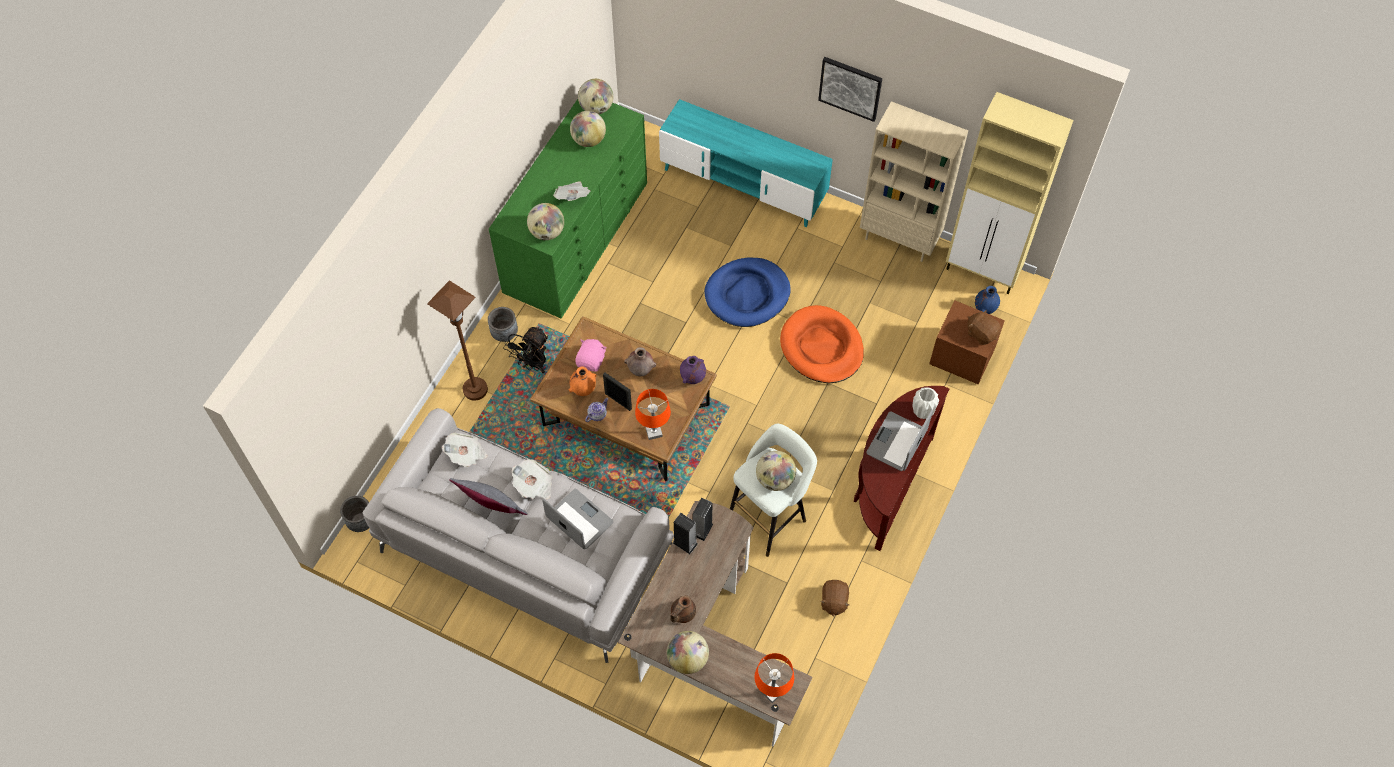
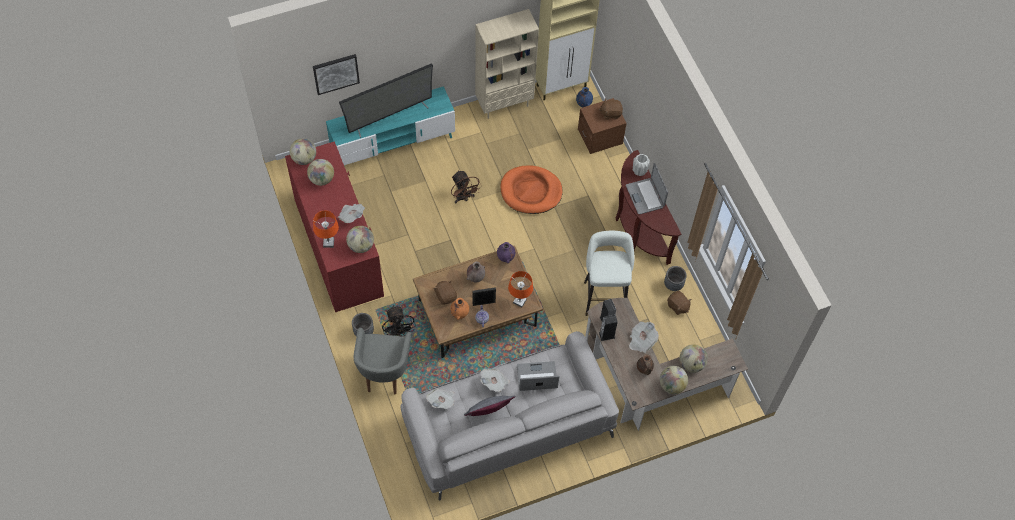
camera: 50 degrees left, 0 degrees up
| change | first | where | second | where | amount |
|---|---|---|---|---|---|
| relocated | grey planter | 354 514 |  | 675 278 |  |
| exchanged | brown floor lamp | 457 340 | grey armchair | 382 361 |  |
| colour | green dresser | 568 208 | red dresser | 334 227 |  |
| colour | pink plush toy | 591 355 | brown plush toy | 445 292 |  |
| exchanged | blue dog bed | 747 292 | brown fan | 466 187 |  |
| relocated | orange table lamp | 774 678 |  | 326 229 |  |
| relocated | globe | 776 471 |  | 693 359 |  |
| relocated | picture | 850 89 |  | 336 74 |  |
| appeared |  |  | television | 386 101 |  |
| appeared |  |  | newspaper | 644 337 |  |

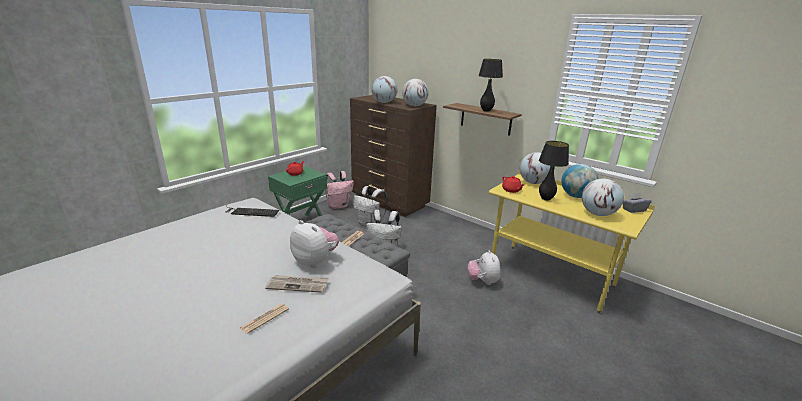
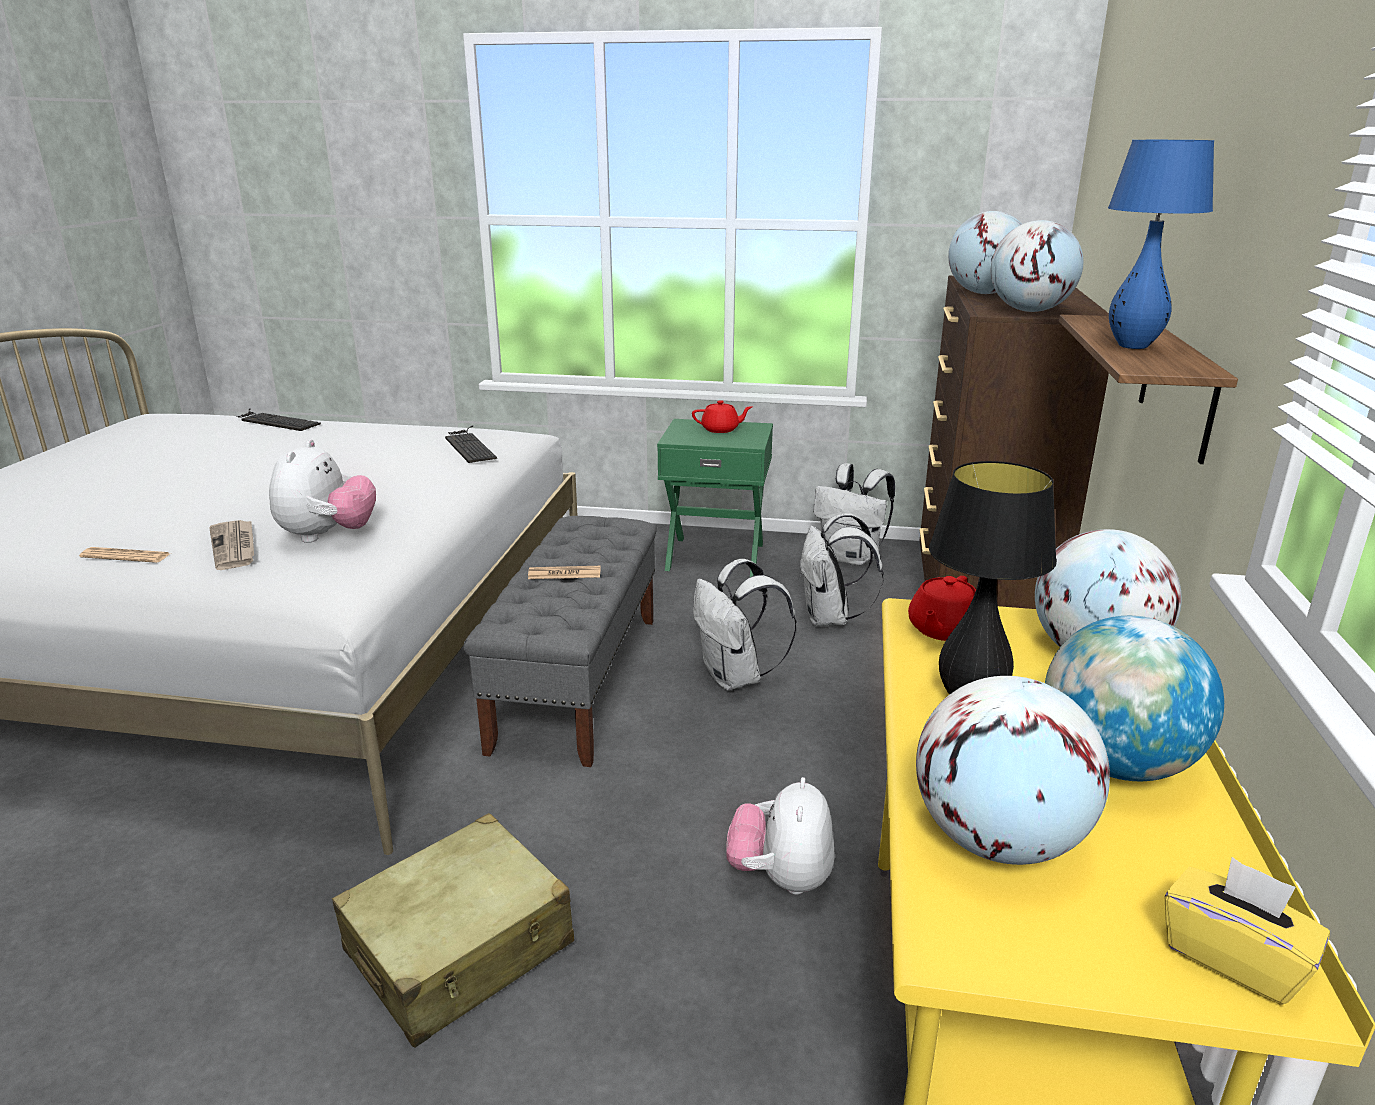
camera: 60 degrees right, 0 degrees up
| change | first | where | second | where | amount |
|---|---|---|---|---|---|
| colour | pink backpack | 339 190 | white backpack | 854 514 |  |
| spun | plush toy | 483 267 |  | 780 835 | 45 degrees counterclockwise |
| colour | black table lamp | 491 85 | blue table lamp | 1161 244 |  |
| colour | grey tissue box | 637 202 | yellow tissue box | 1247 931 |  |
| appeared |  |  | keyboard | 278 419 |  |
| appeared |  |  | beige suitcase | 453 930 |  |

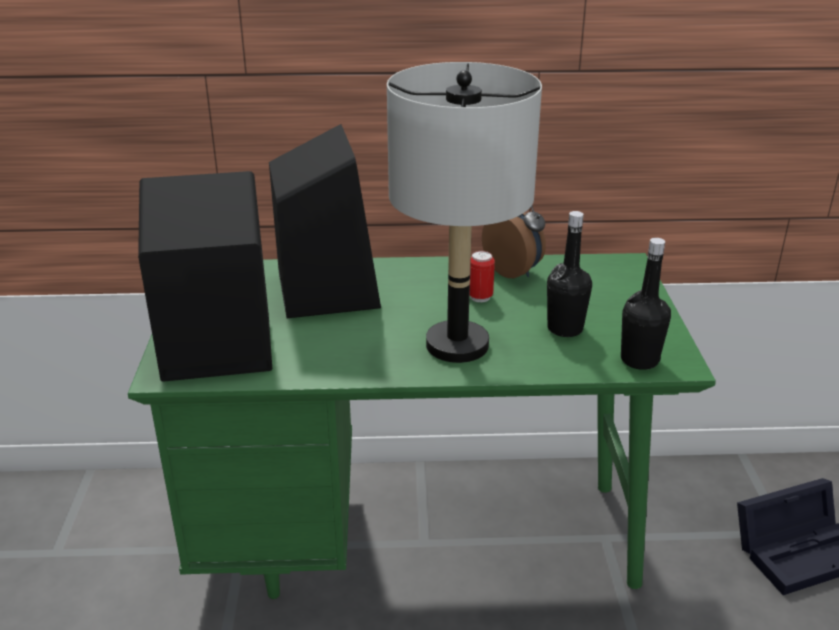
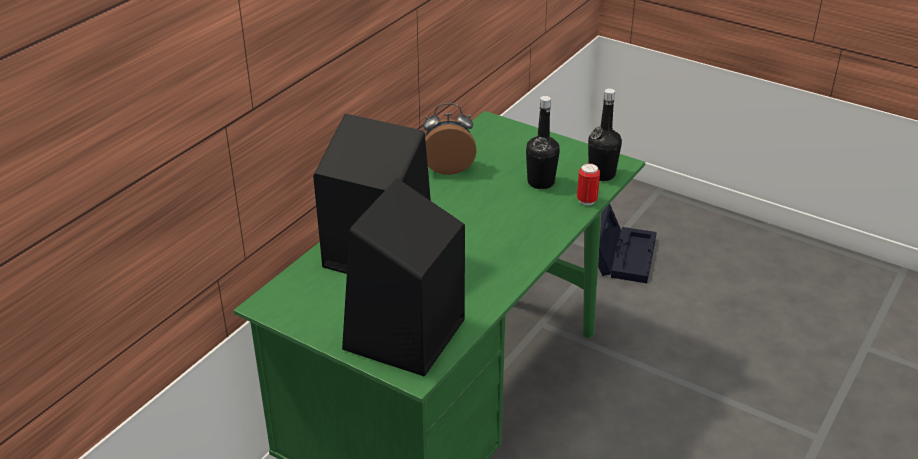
camera: 55 degrees left, 5 degrees up
| change | first | where | second | where | amount |
|---|---|---|---|---|---|
| missing | grey table lamp | 464 212 |  |  |  |
| relocated | can | 482 276 |  | 588 184 |  |

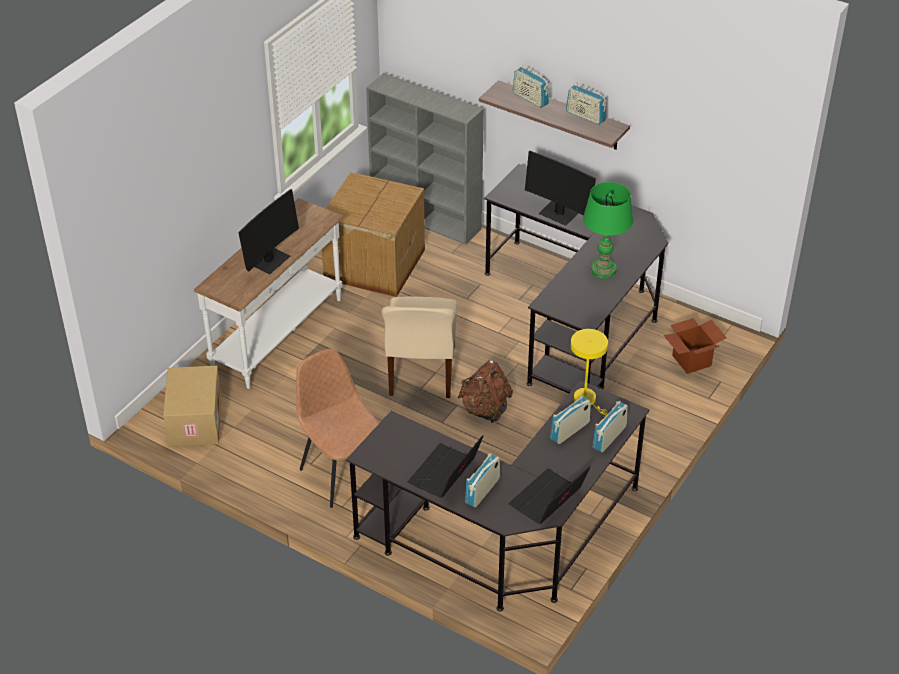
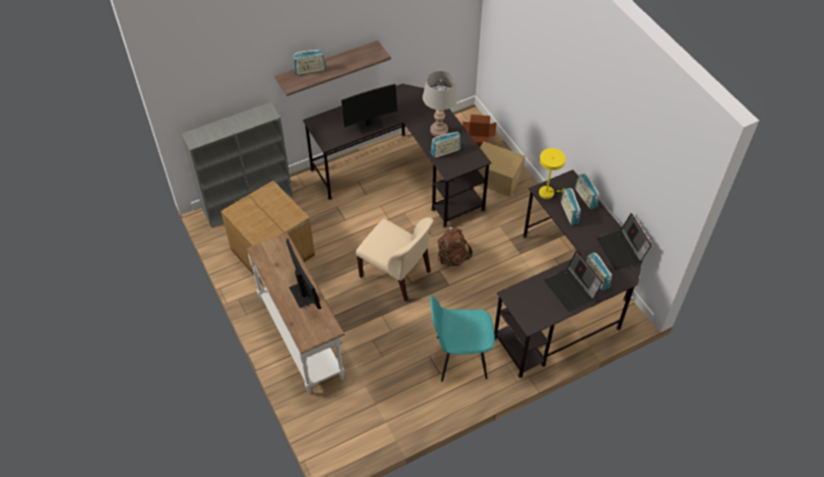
camera: 60 degrees left, 10 degrees up
| change | first | where | second | where | amount |
|---|---|---|---|---|---|
| relocated | cardboard box | 192 406 |  | 501 169 |  |
| colour | brown chair | 337 428 | turquoise chair | 462 338 |  |
| relocated | radio | 586 104 |  | 446 145 |  |
| colour | green table lamp | 608 230 | grey table lamp | 440 104 |  |

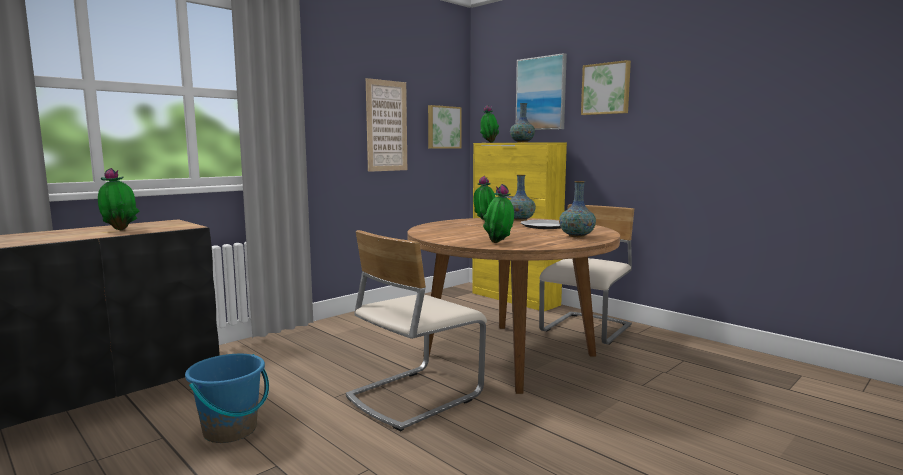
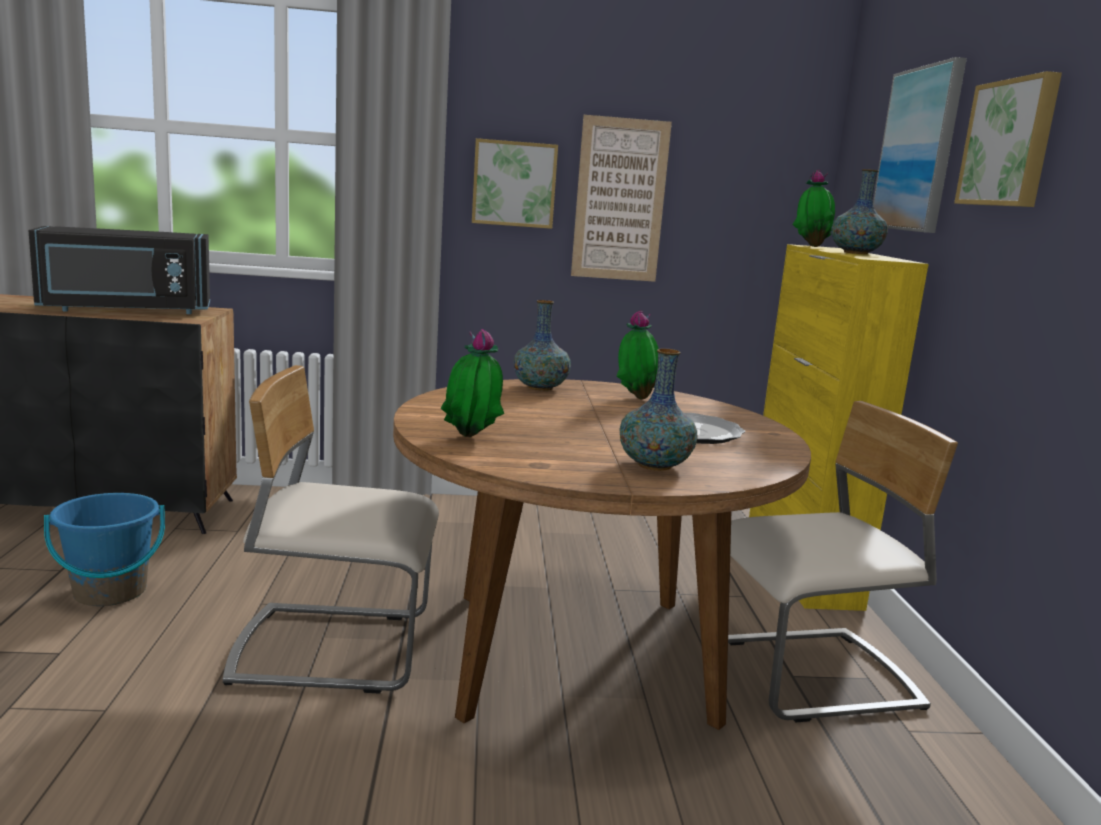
camera: 40 degrees right, 5 degrees up
| change | first | where | second | where | amount |
|---|---|---|---|---|---|
| exchanged | potted plant | 118 199 | black microwave | 119 270 |  |
| relocated | picture | 445 127 |  | 515 183 |  |
| relocated | vase | 523 197 |  | 542 345 |  |

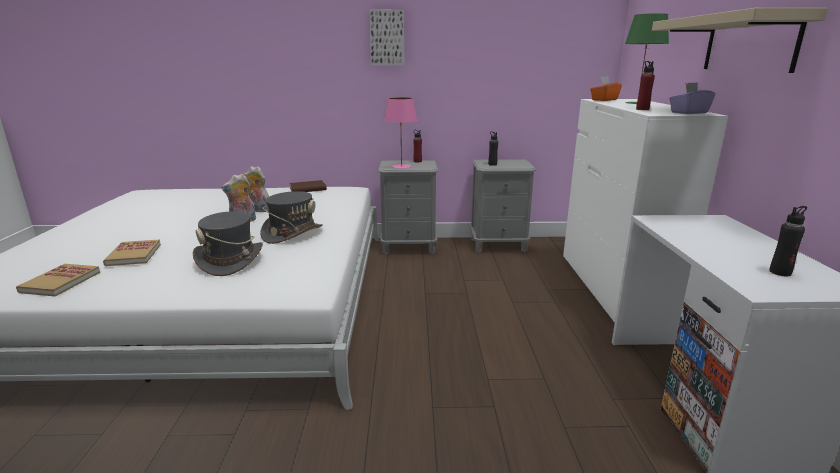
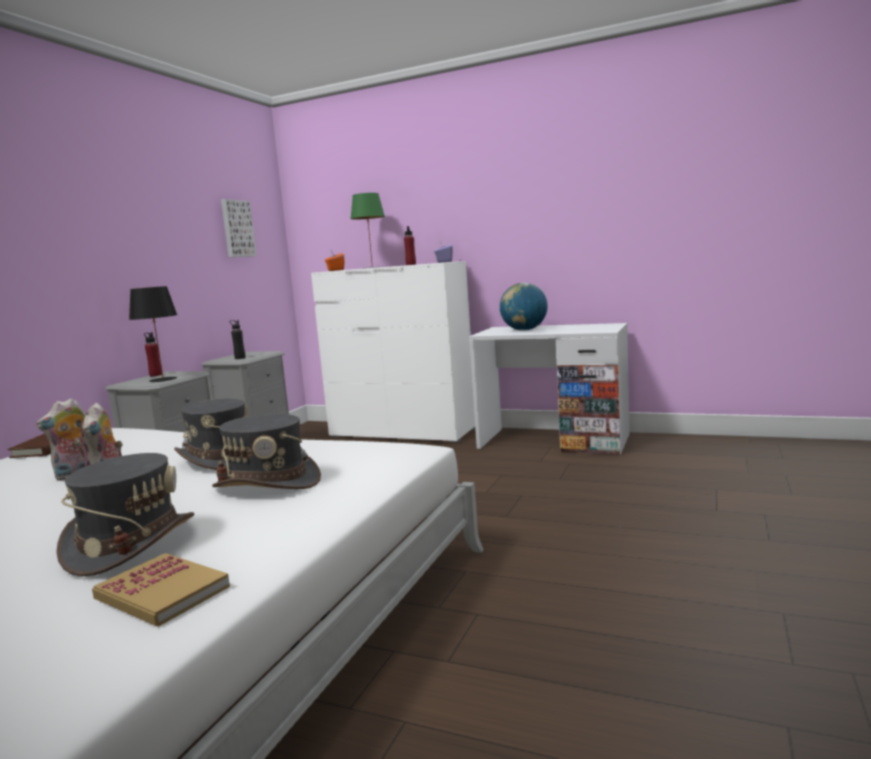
camera: 65 degrees left, 10 degrees down
| change | first | where | second | where | amount |
|---|---|---|---|---|---|
| exchanged | book | 132 252 | grey hat | 125 514 |  |
| relocated | picture | 386 38 |  | 239 228 |  |
| colour | pink table lamp | 400 133 | black table lamp | 153 334 |  |
| missing | beige shelf | 740 40 |  |  |  |
| missing | black bottle | 788 241 |  |  |  |
| appeared |  |  | globe | 524 307 |  |

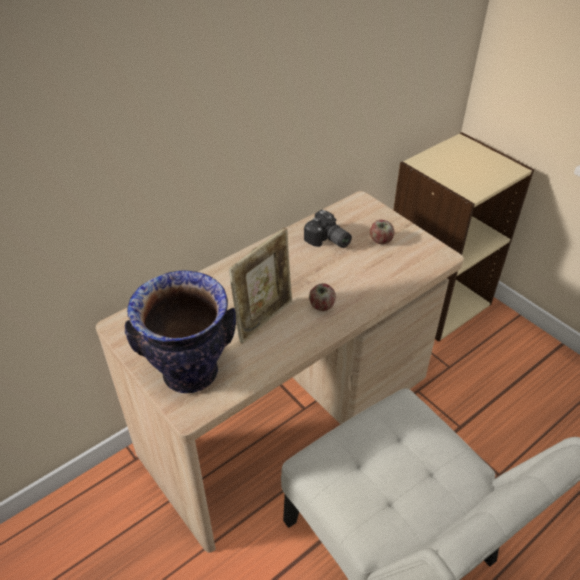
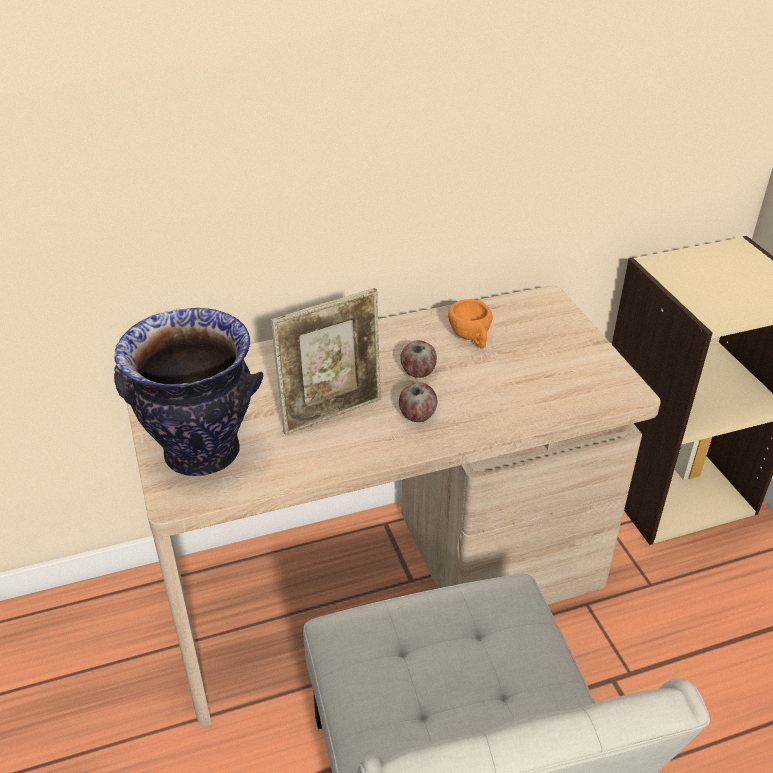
camera: 20 degrees right, 5 degrees down
| change | first | where | second | where | amount |
|---|---|---|---|---|---|
| exchanged | photo camera | 328 228 | orange cup | 470 324 |  |
| relocated | apple | 382 232 |  | 418 359 |  |

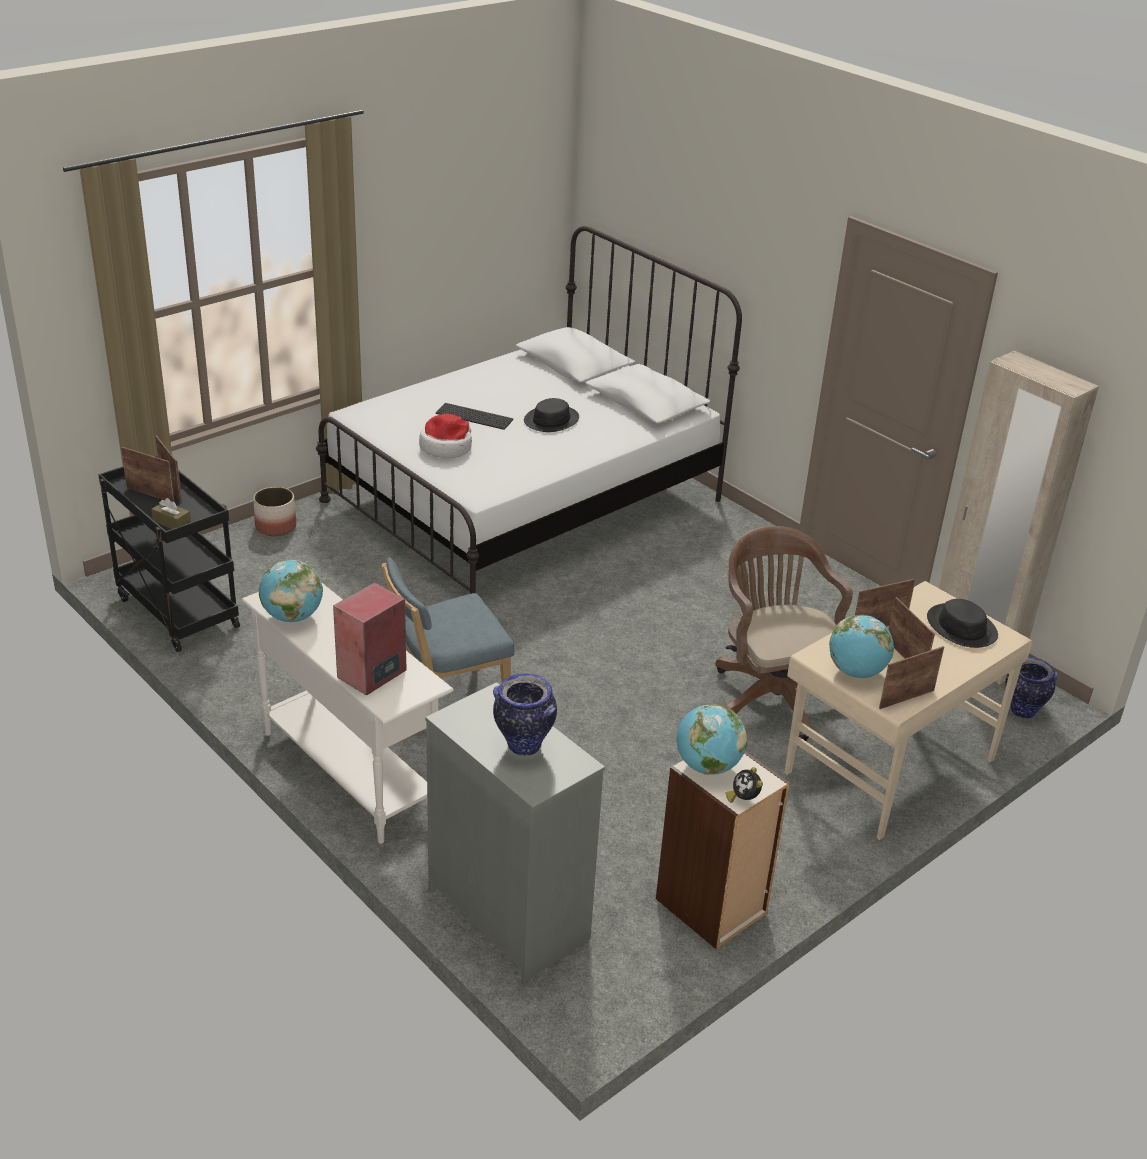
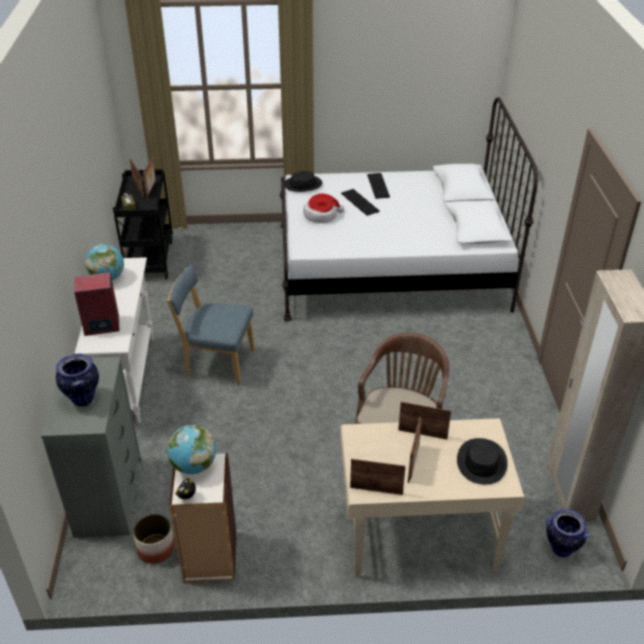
camera: 40 degrees right, 5 degrees up
| change | first | where | second | where | amount |
|---|---|---|---|---|---|
| relocated | planter | 274 511 |  | 154 539 |  |
| relocated | black hat | 551 415 |  | 303 181 |  |
| missing | globe | 861 646 |  |  |  |
| appeared |  |  | keyboard | 378 186 |  |

